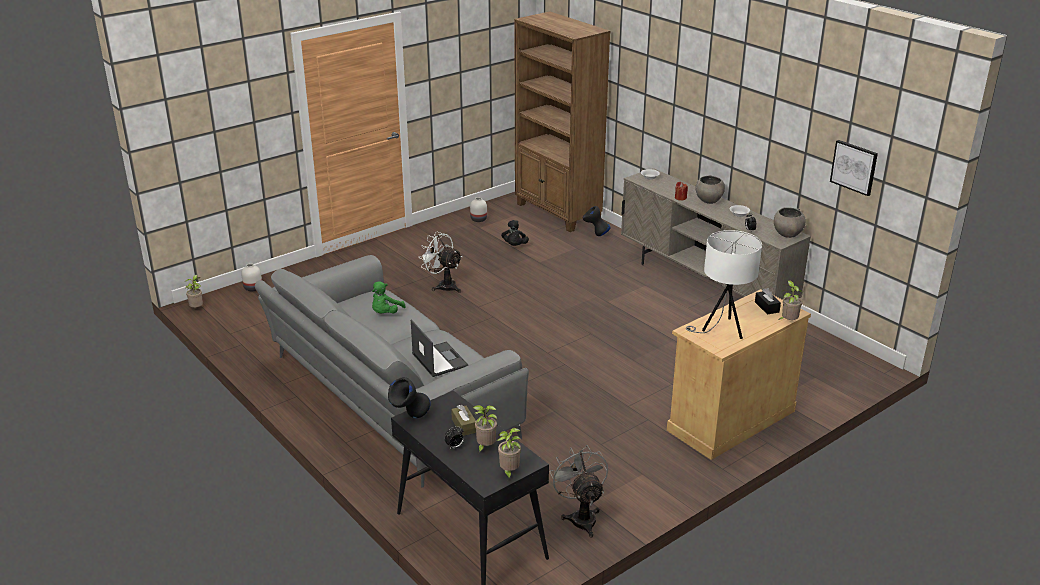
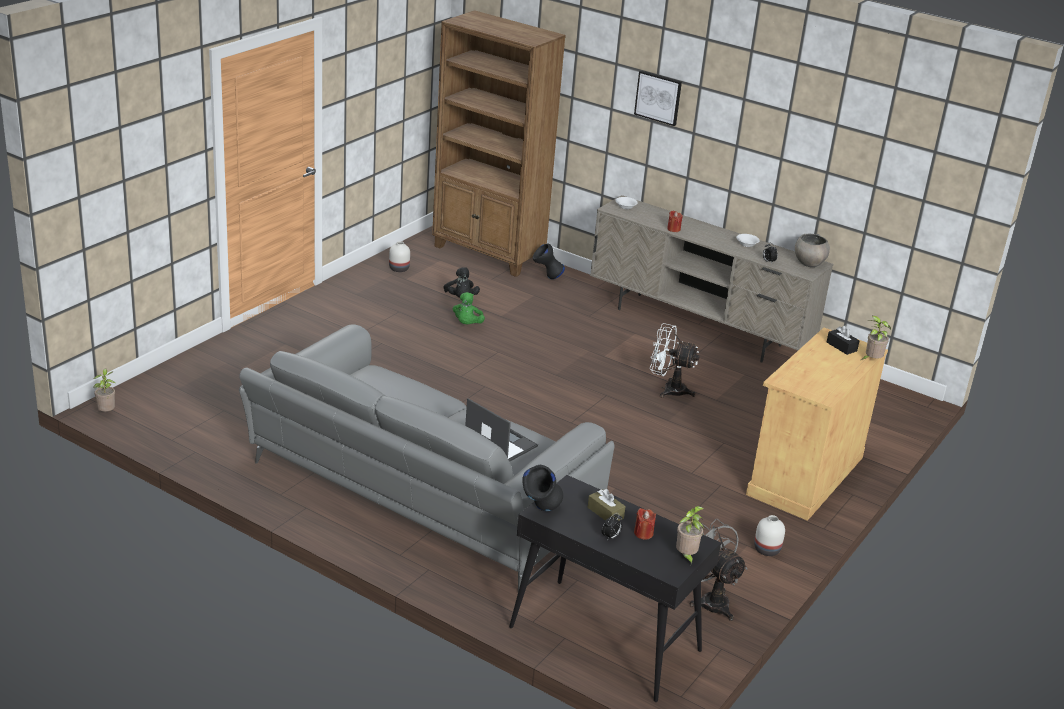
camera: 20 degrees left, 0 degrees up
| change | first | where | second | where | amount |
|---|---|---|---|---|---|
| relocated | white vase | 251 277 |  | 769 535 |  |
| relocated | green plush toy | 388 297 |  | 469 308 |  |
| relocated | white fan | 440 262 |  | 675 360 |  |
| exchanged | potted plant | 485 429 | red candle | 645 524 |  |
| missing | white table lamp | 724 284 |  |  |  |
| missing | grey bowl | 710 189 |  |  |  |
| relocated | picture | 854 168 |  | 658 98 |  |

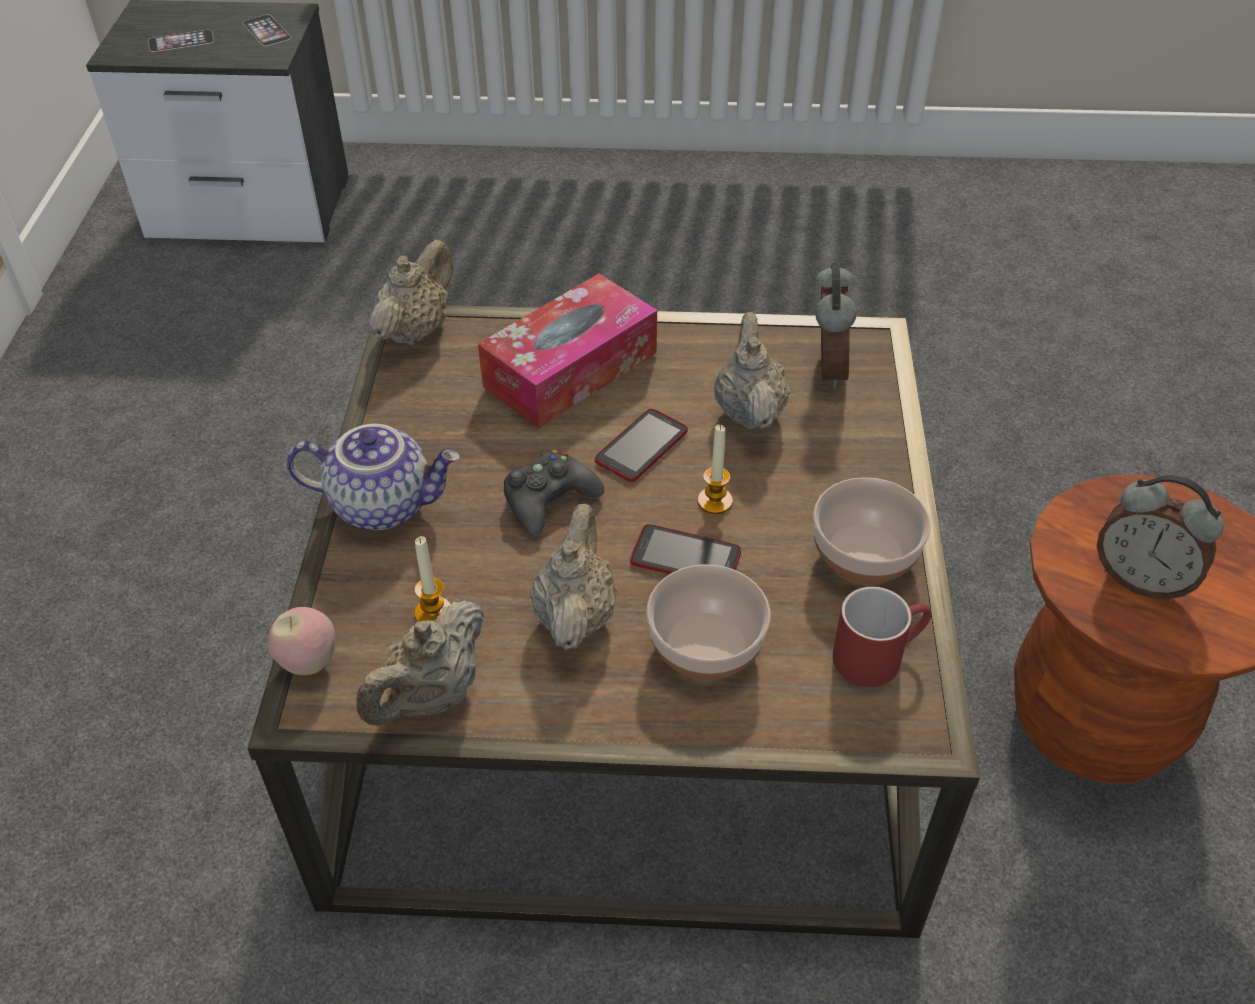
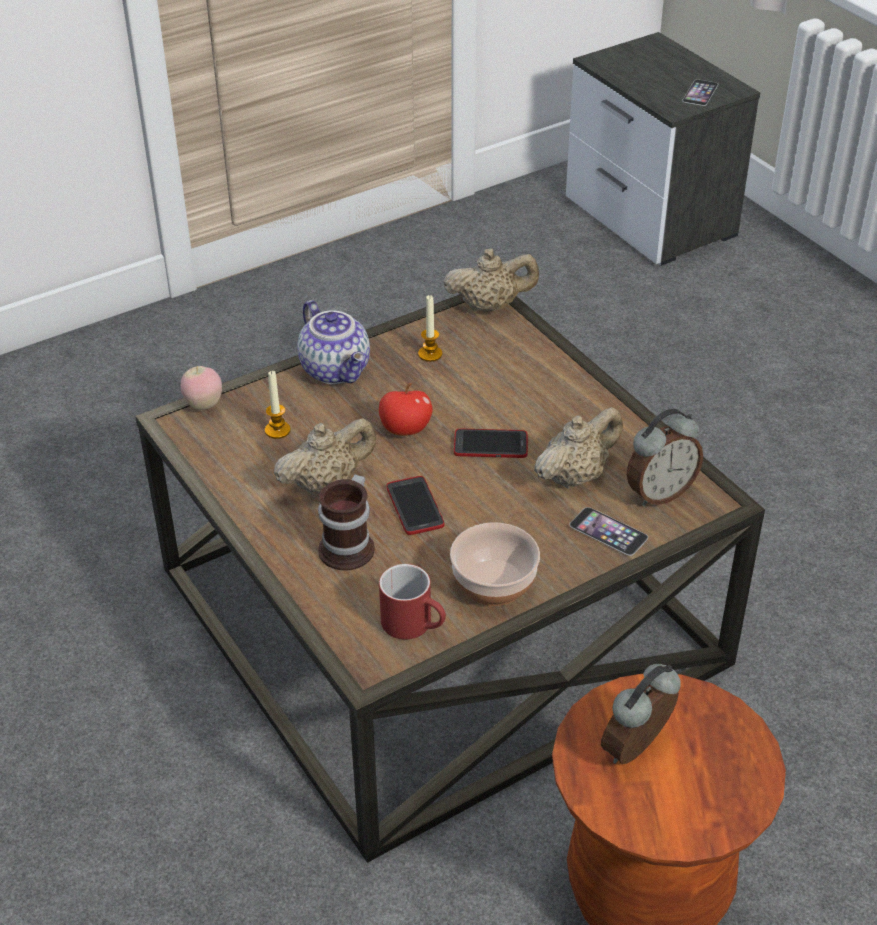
camera: 55 degrees right, 5 degrees down
| change | first | where | second | where | amount |
|---|---|---|---|---|---|
| relocated | phone | 181 41 |  | 608 531 |  |
| missing | beige teapot | 420 663 |  |  |  |
| missing | tissue box | 567 351 |  |  |  |
| exchanged | black game controller | 554 493 | apple | 405 409 |  |
| exchanged | bowl | 709 622 | mug | 346 522 |  |
| relocated | candle | 715 469 |  | 430 328 |  |
| spun | alarm clock | 1160 538 |  | 641 714 | 45 degrees clockwise |

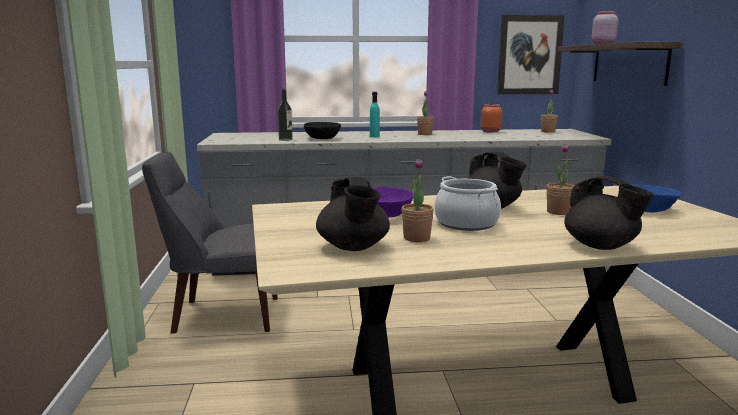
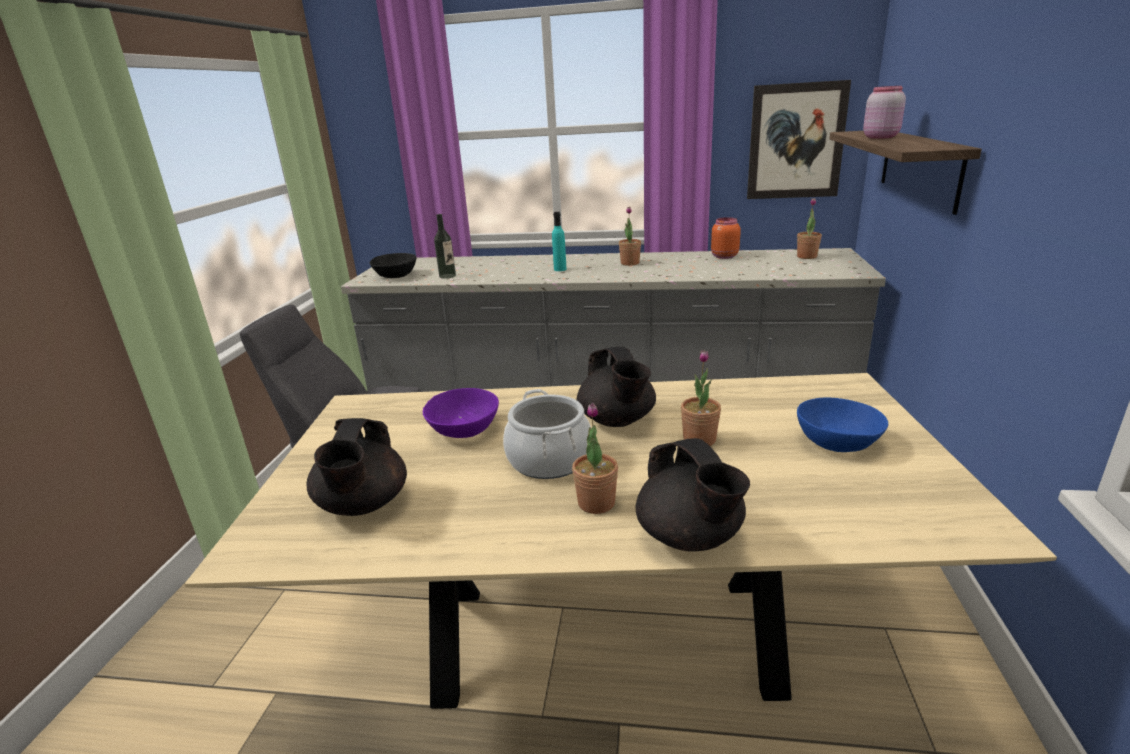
camera: 15 degrees right, 10 degrees up
| change | first | where | second | where | amount |
|---|---|---|---|---|---|
| relocated | black bowl | 322 130 |  | 393 265 |  |
| relocated | potted plant | 417 200 |  | 595 458 |  |

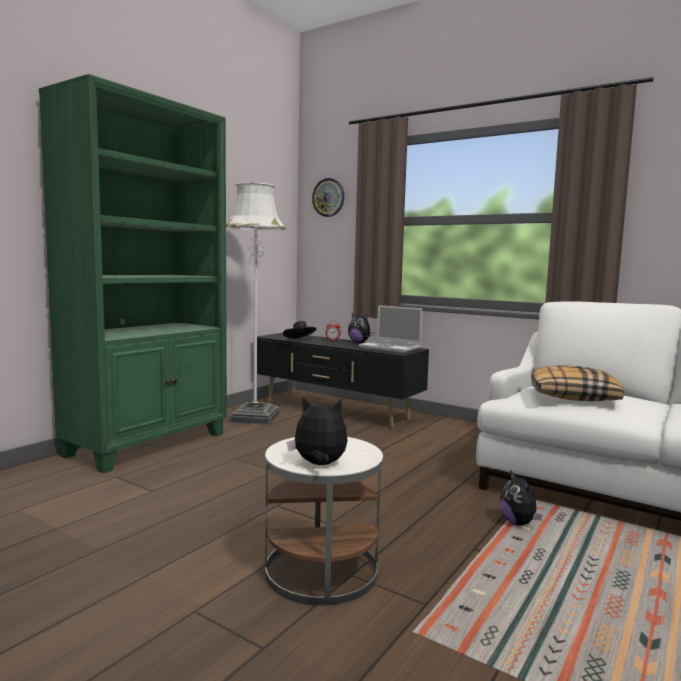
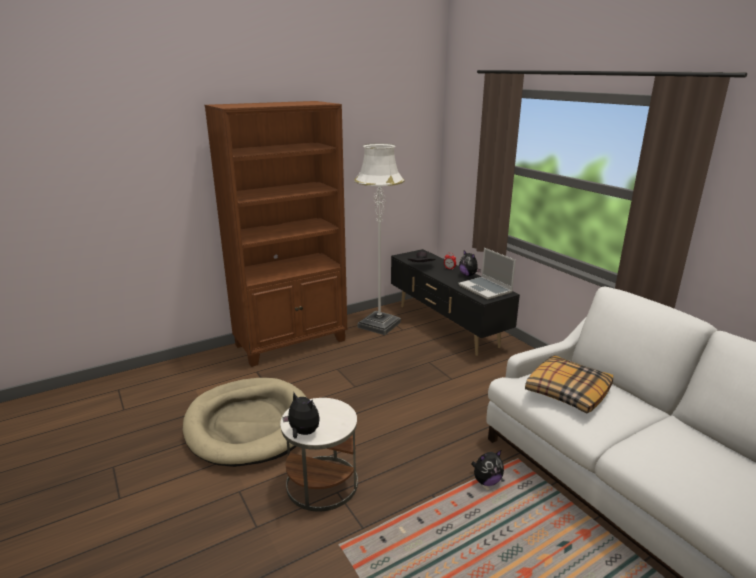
camera: 25 degrees right, 15 degrees up
| change | first | where | second | where | amount |
|---|---|---|---|---|---|
| colour | green bookcase | 133 273 | brown bookcase | 276 234 |  |
| missing | wall clock | 328 197 |  |  |  |
| spun | plush toy | 521 497 |  | 487 468 | 120 degrees counterclockwise |
| appeared |  |  | beige dog bed | 245 422 |  |

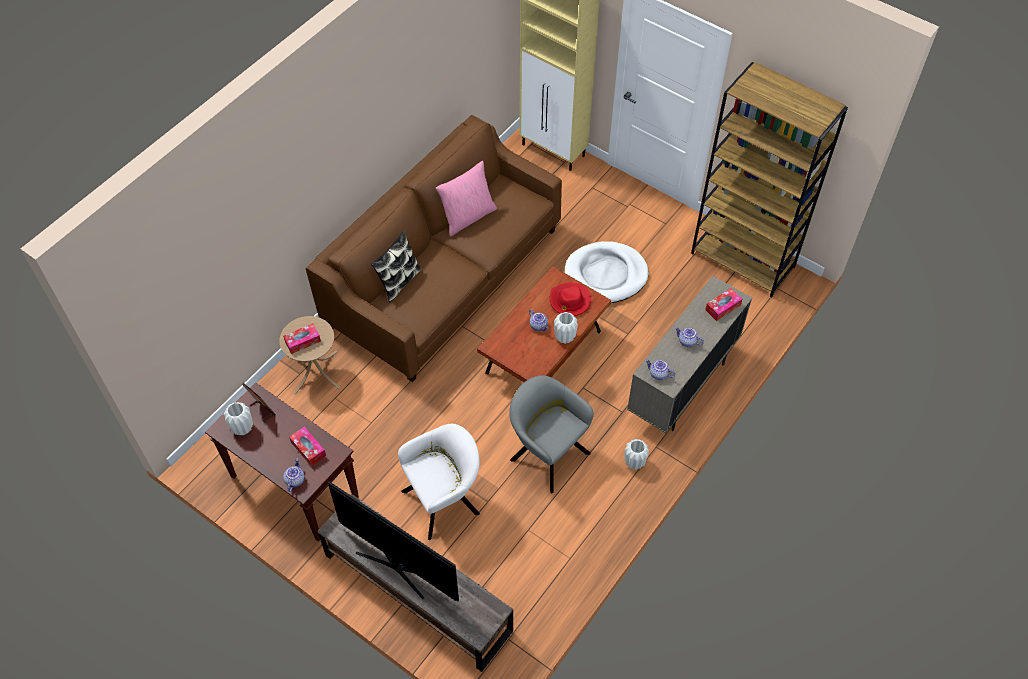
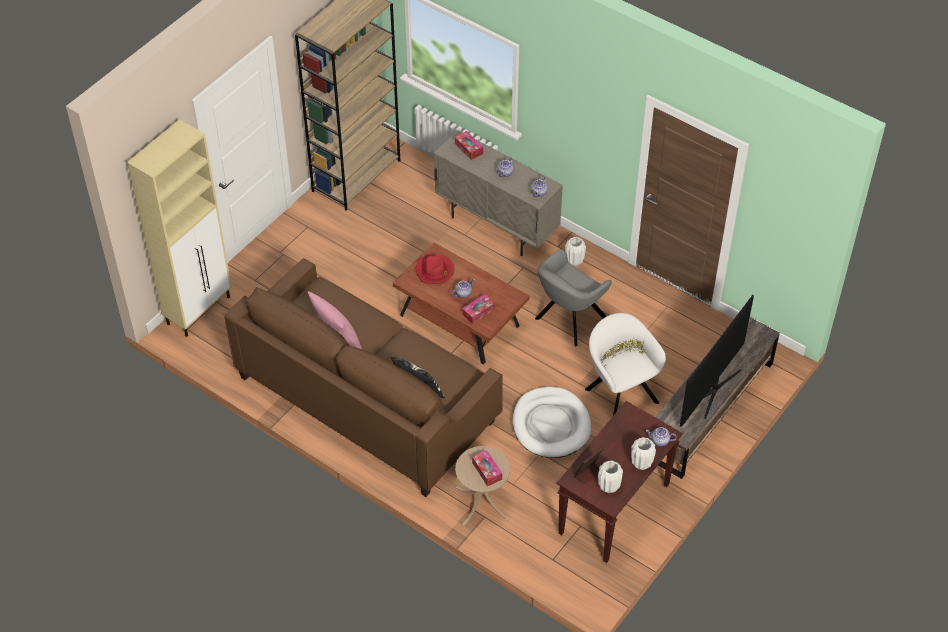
camera: 90 degrees left, 5 degrees down
| change | first | where | second | where | amount |
|---|---|---|---|---|---|
| relocated | tissue box | 307 446 |  | 478 309 |  |
| relocated | white vase | 566 328 |  | 643 453 |  |
| relocated | white dog bed | 607 272 |  | 552 422 |  |

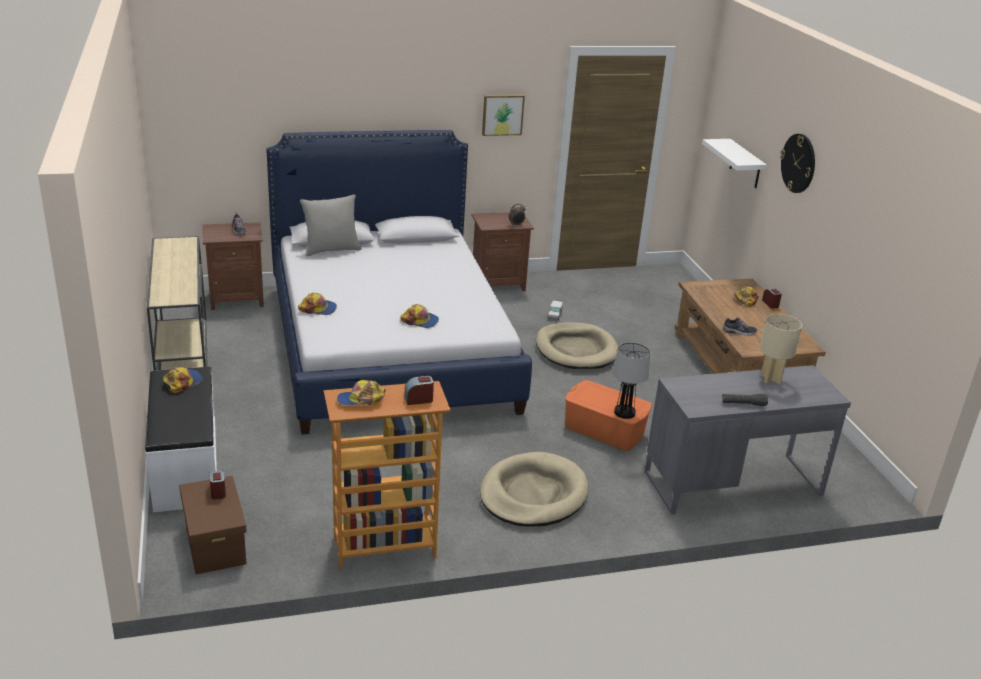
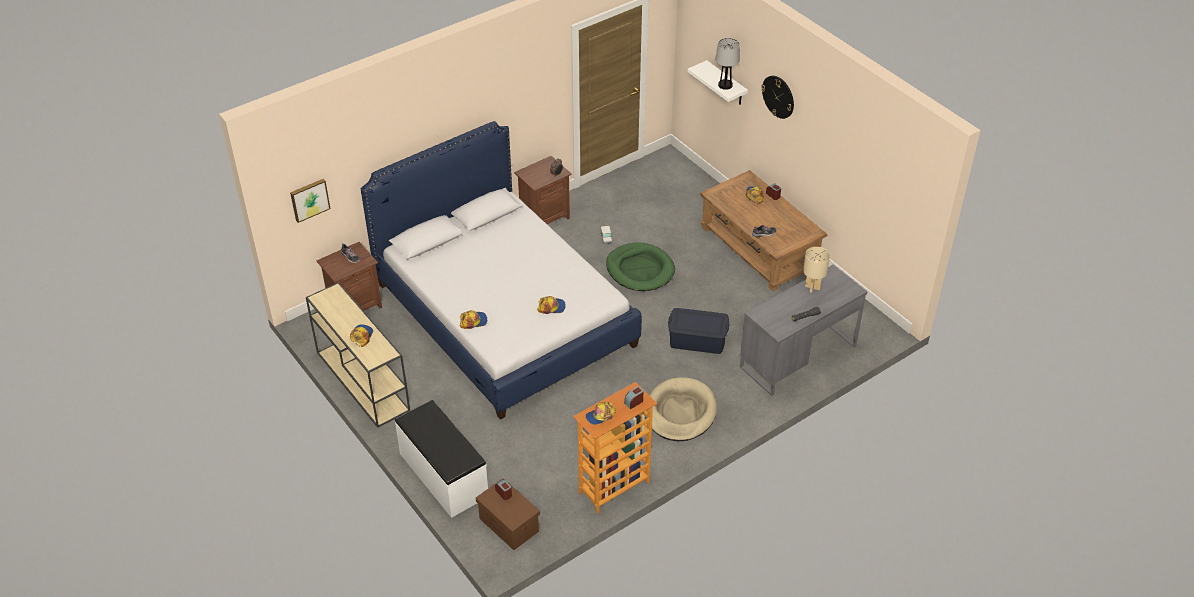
camera: 20 degrees left, 15 degrees up
| change | first | where | second | where | amount |
|---|---|---|---|---|---|
| relocated | cap | 183 380 |  | 361 335 |  |
| missing | grey pillow | 331 225 |  |  |  |
| relocated | picture | 503 115 |  | 310 201 |  |
| colour | beige dog bed | 577 345 | green dog bed | 640 266 |  |
| colour | orange storage box | 608 415 | blue storage box | 699 331 |  |
| relocated | table lamp | 631 381 |  | 727 64 |  |

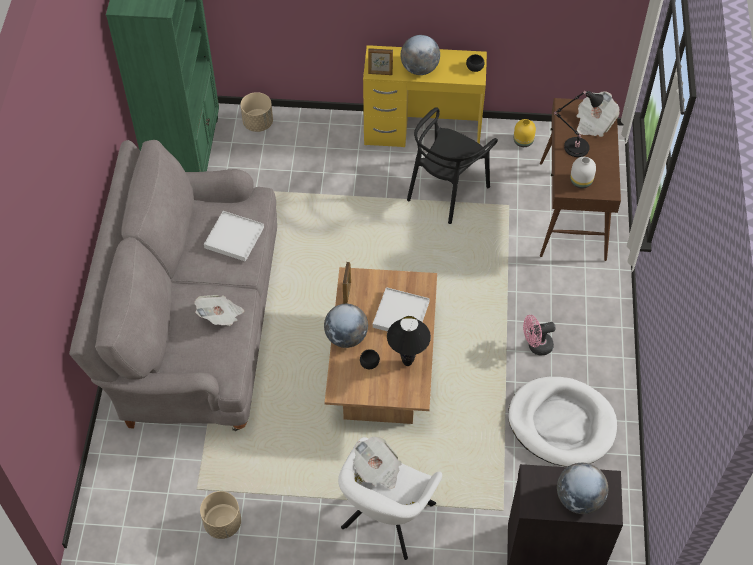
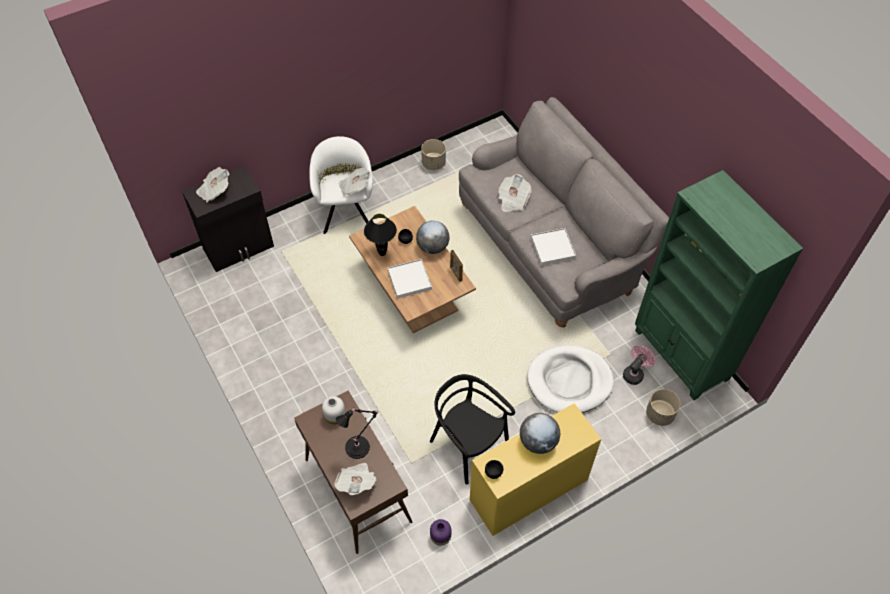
camera: 145 degrees right, 0 degrees up
| change | first | where | second | where | amount |
|---|---|---|---|---|---|
| missing | picture frame | 380 61 |  |  |  |
| spun | black chair | 452 165 |  | 472 429 | 45 degrees counterclockwise |
| relocated | white dog bed | 562 422 |  | 570 379 |  |
| colour | yellow vase | 525 133 | purple vase | 440 532 |  |
| relocated | pink fan | 539 335 |  | 639 365 |  |
| exchanged | globe | 582 488 | newspaper | 212 185 |  |

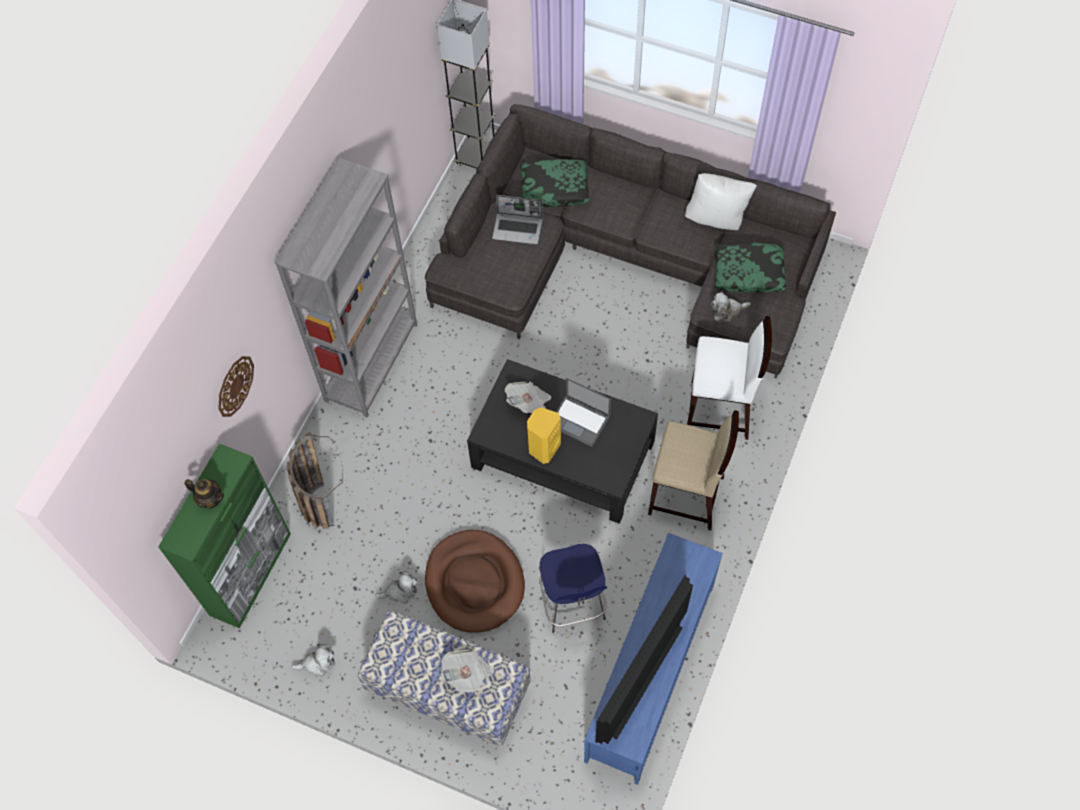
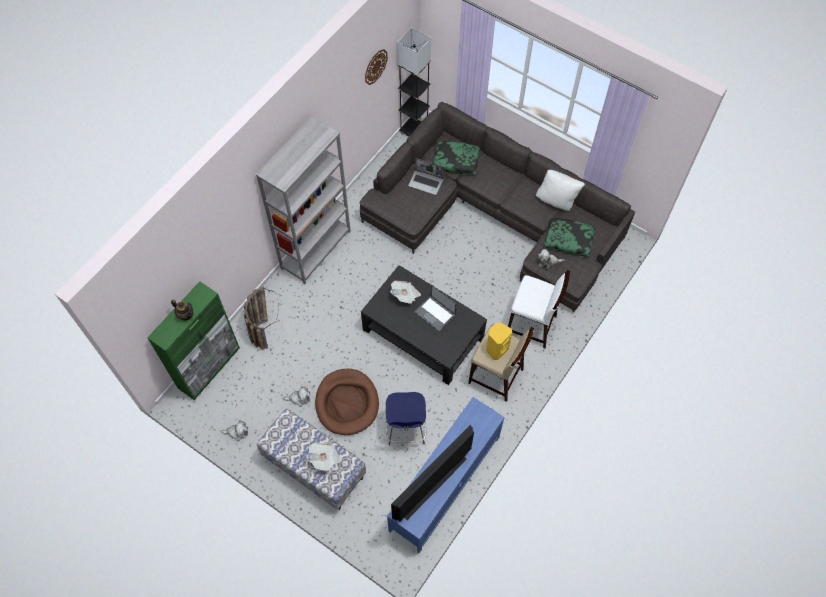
camera: 10 degrees right, 0 degrees up
| change | first | where | second | where | amount |
|---|---|---|---|---|---|
| relocated | wall clock | 236 386 |  | 376 67 |  |
| relocated | yellow speaker | 544 435 |  | 499 341 |  |

